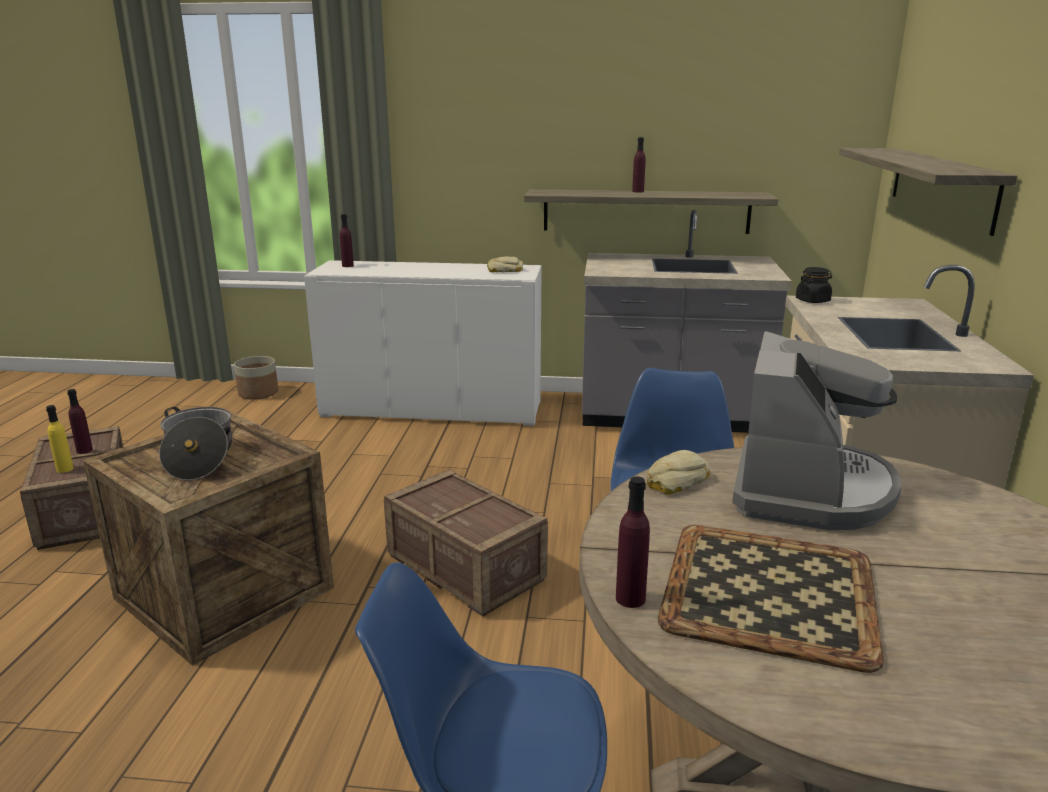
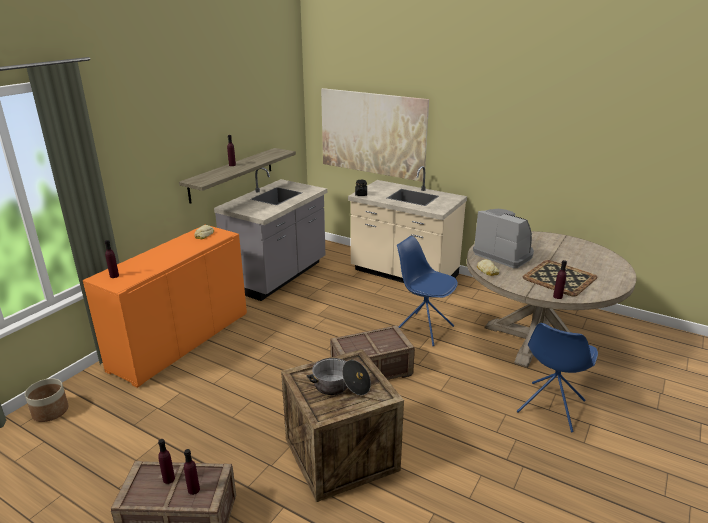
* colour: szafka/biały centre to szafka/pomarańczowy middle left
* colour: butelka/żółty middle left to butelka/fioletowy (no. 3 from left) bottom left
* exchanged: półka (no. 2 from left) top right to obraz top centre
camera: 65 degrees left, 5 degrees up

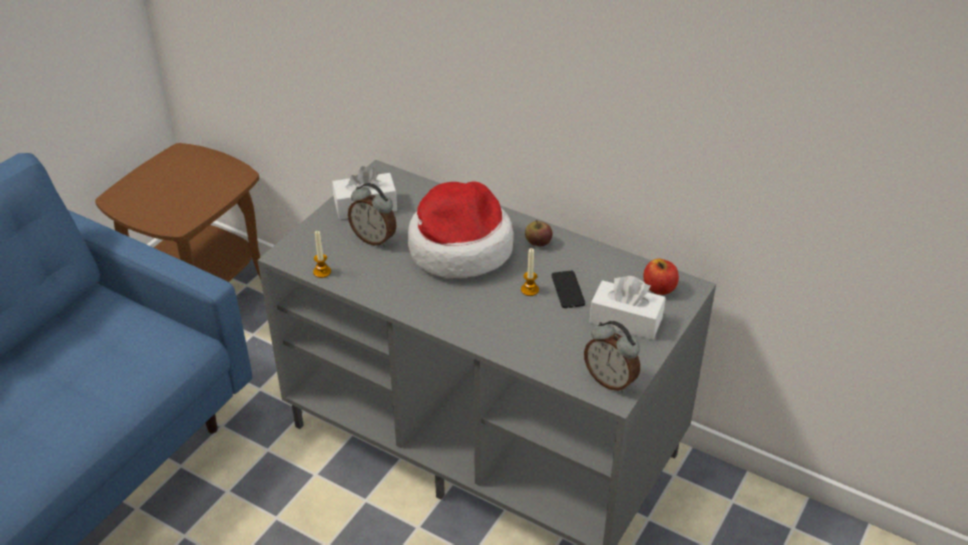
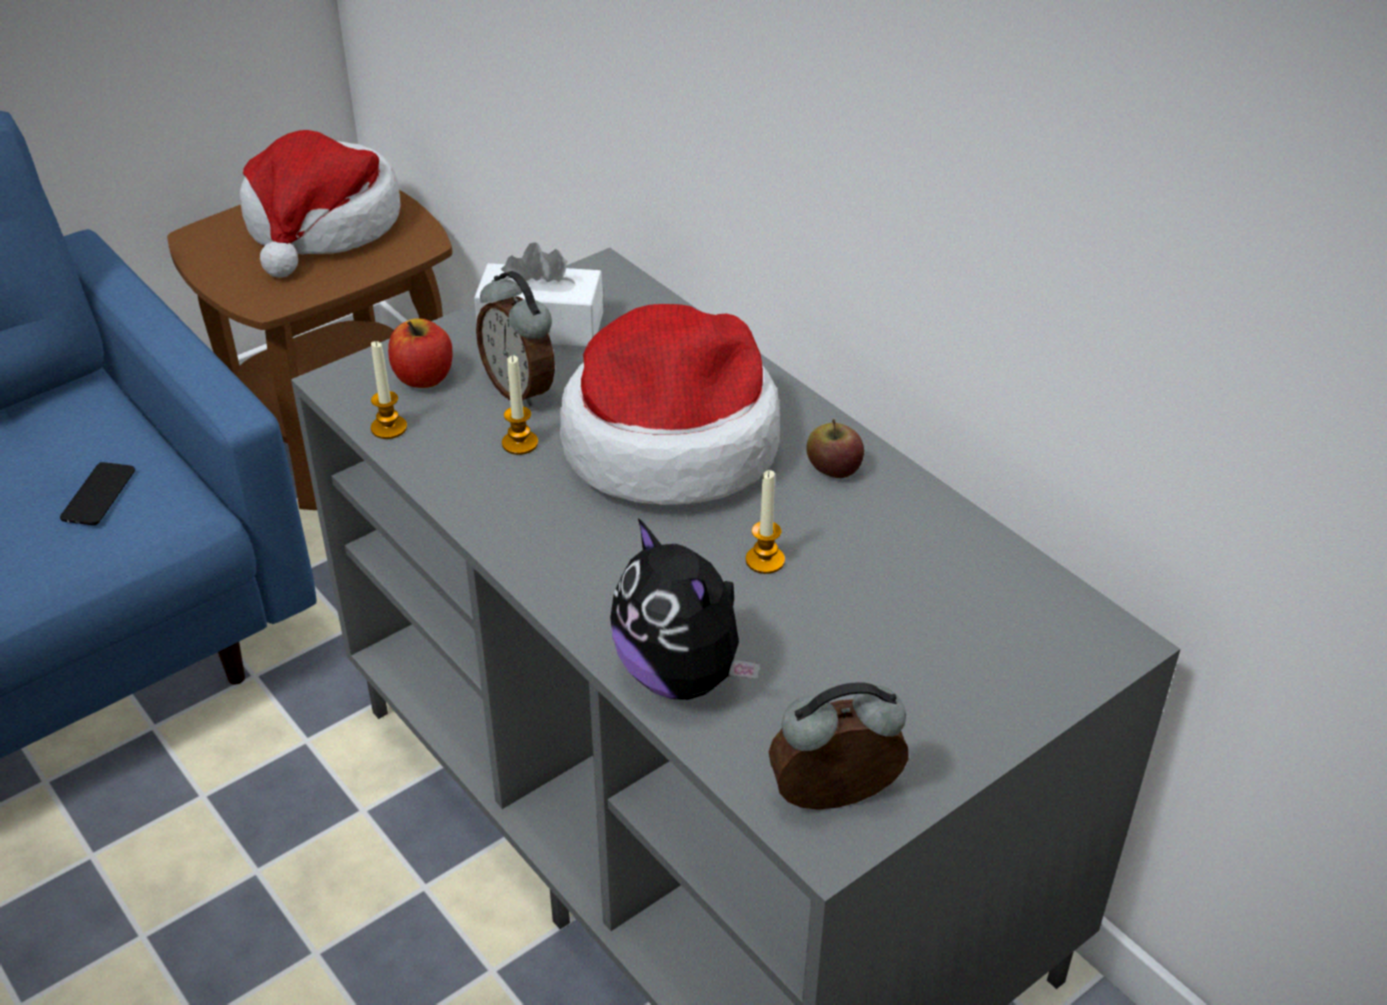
* relocated: telefon centre to middle left
* appeared: kapelusz (no. 1 from left) top left
* relocated: jabłko (no. 2 from left in the first image) middle right to jabłko (no. 1 from left) middle left
* appeared: świeca (no. 2 from left) centre
* appeared: pluszak centre
* spun: budzik (no. 2 from left) centre = bottom centre 105 degrees clockwise
* missing: pudełko chusteczek/biały (no. 2 from left) centre
camera: 20 degrees right, 0 degrees up

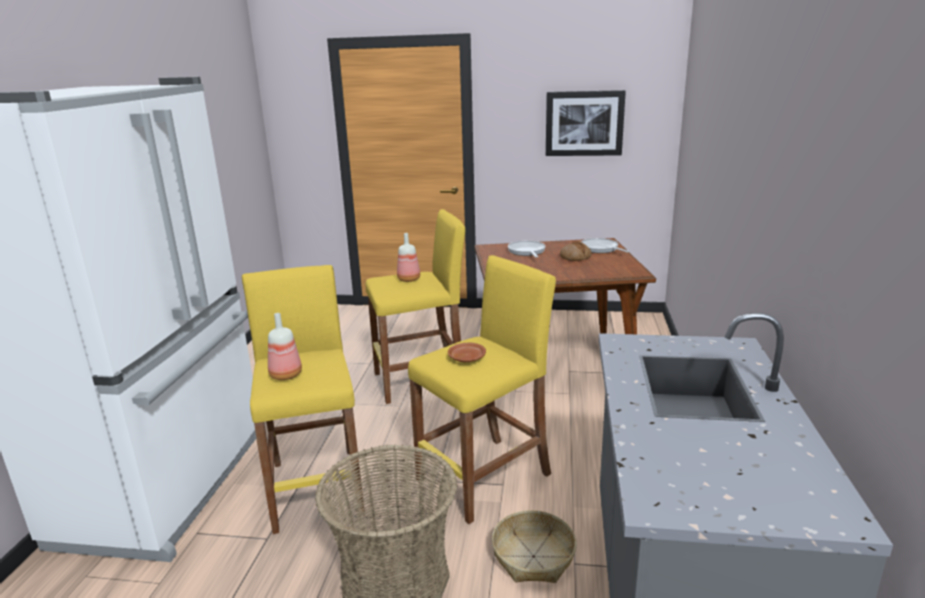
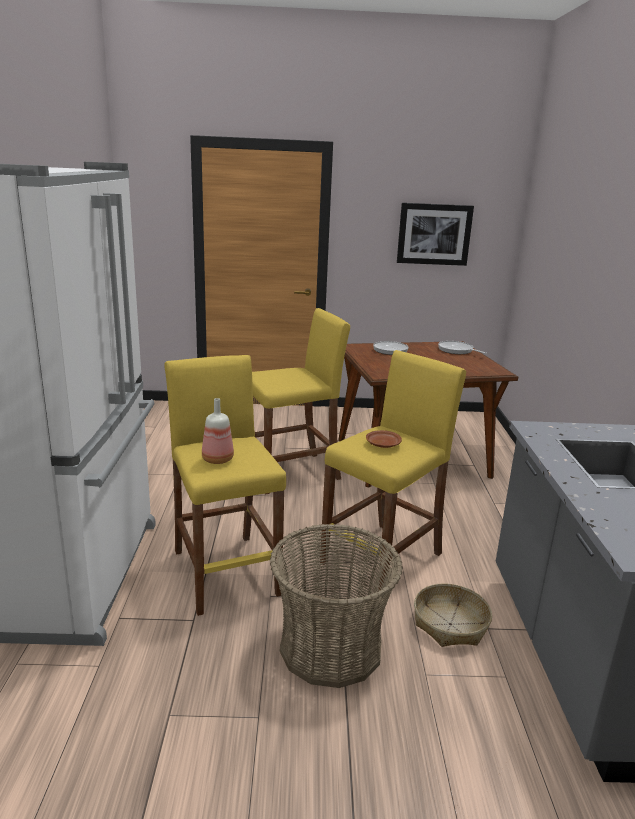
* missing: butelka (no. 2 from left) centre
* missing: chleb centre
camera: 10 degrees left, 0 degrees up

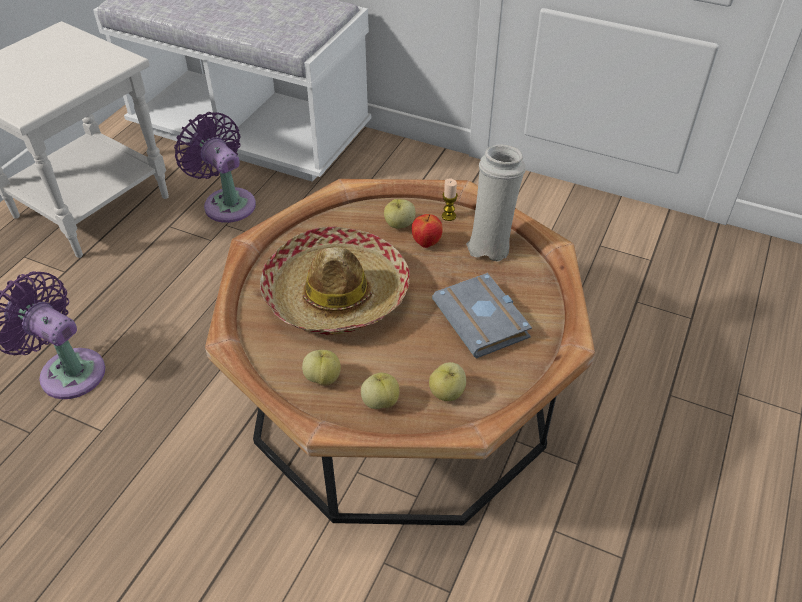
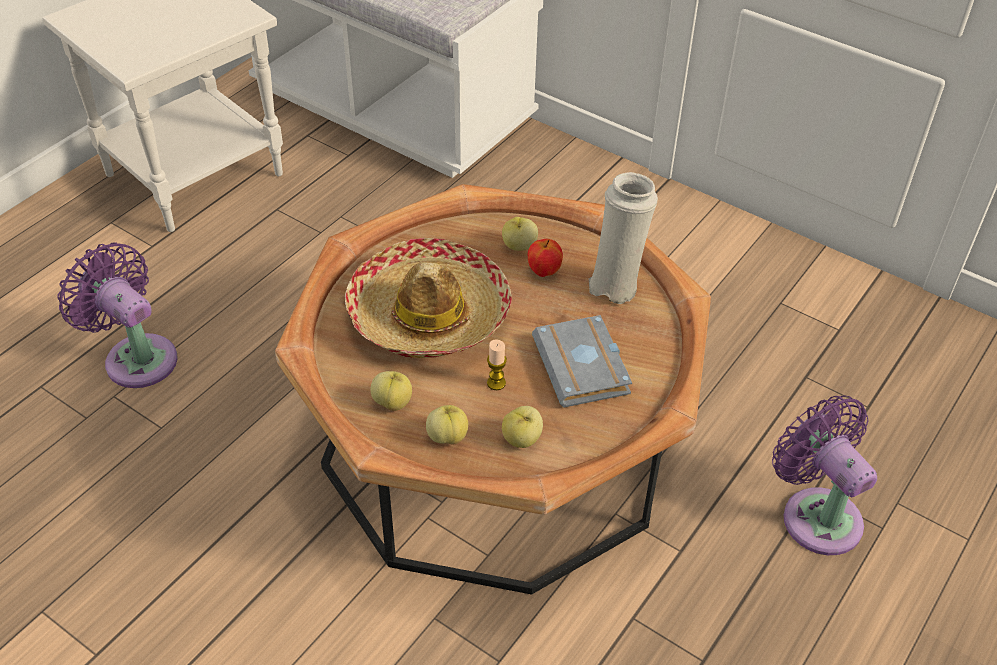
* relocated: świeca top centre to centre
* relocated: wentylator/fioletowy (no. 2 from left) top left to bottom right
camera: 10 degrees right, 0 degrees up

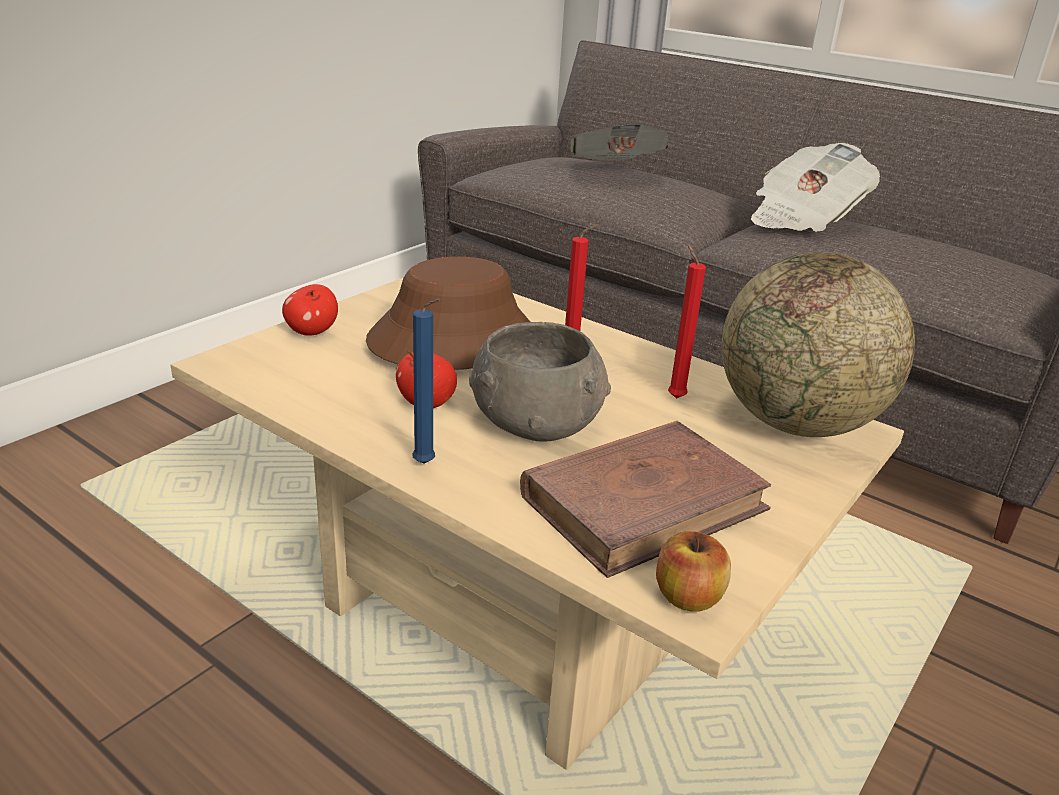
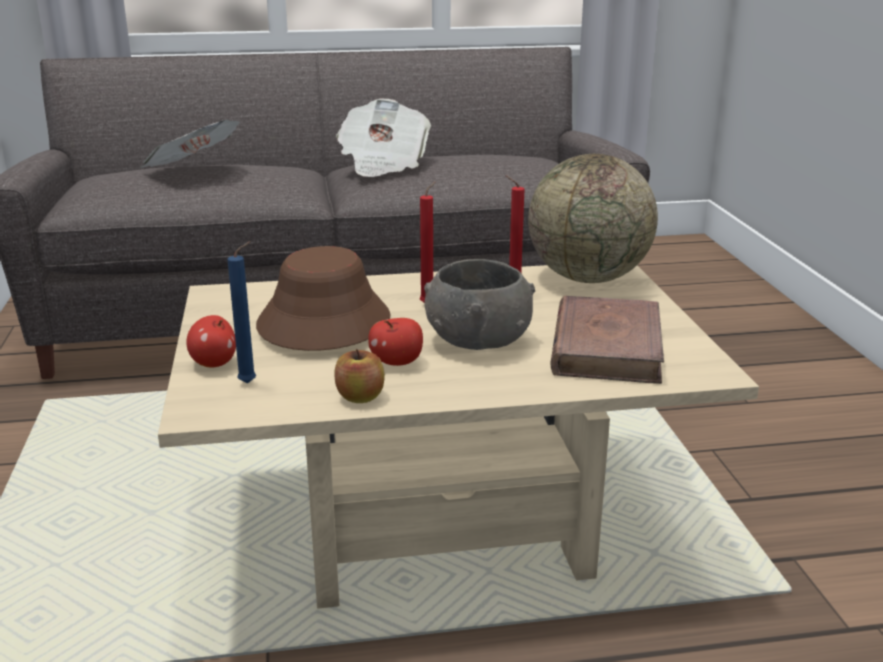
* relocated: świeca/niebieski centre to middle left
* relocated: jabłko (no. 3 from left in the first image) bottom centre to jabłko (no. 2 from left) centre
camera: 45 degrees left, 5 degrees down

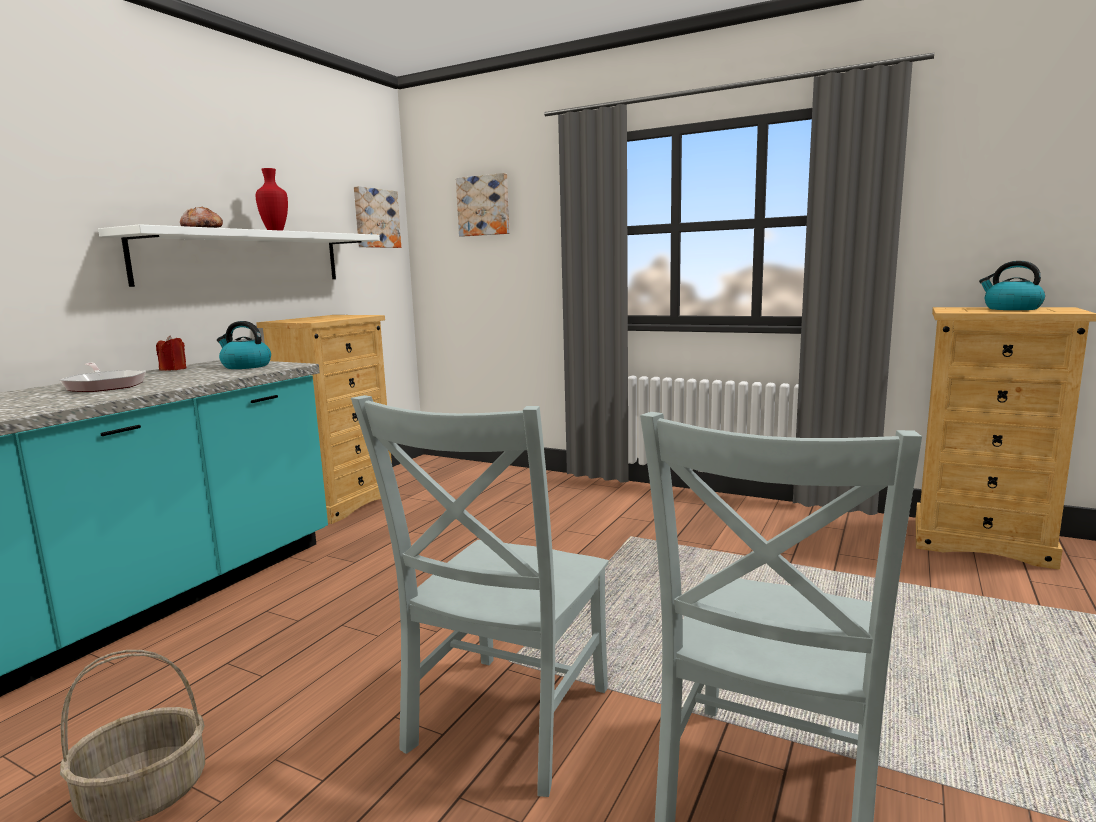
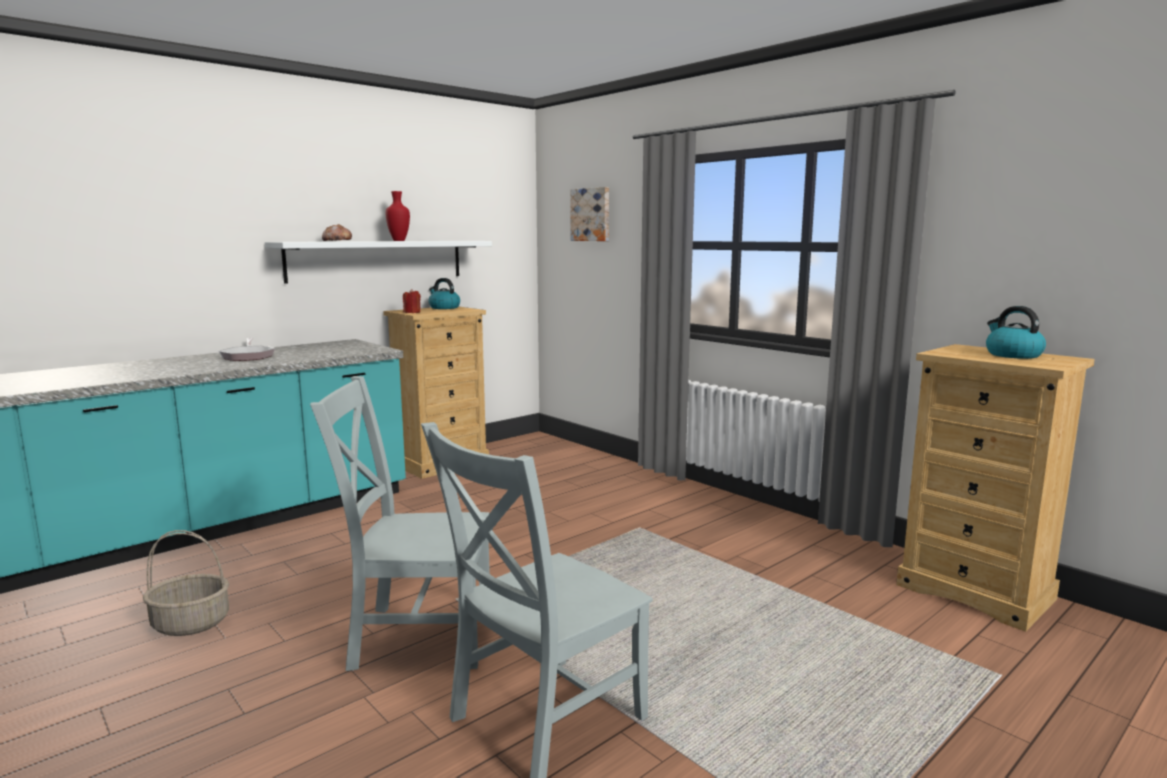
* spun: krzesło/szary (no. 1 from left) bottom centre = bottom centre 45 degrees clockwise
* relocated: świeca/czerwony middle left to centre
* relocated: czajnik (no. 1 from left) middle left to centre
* missing: obraz (no. 1 from left) top centre
camera: 20 degrees right, 0 degrees up

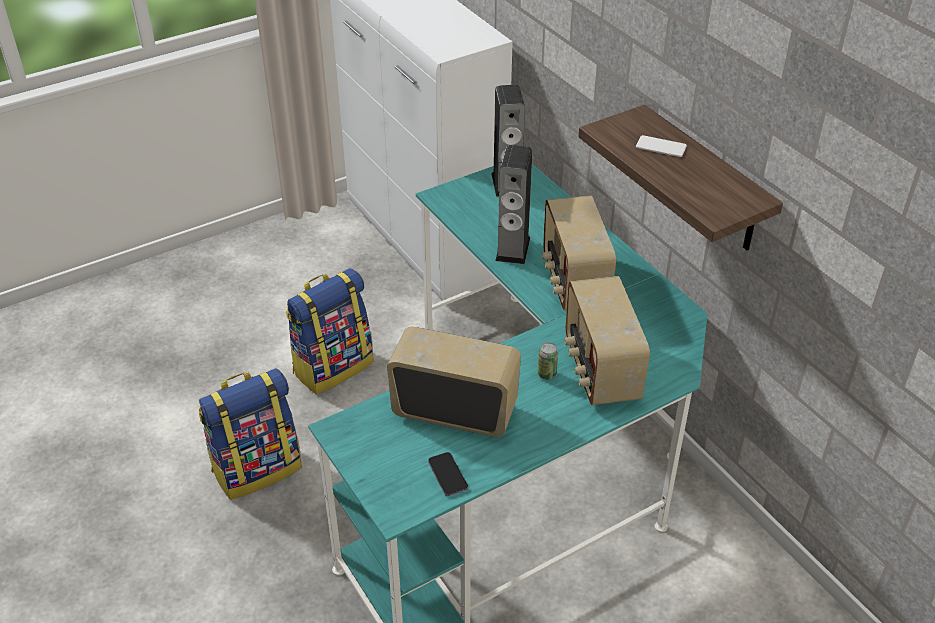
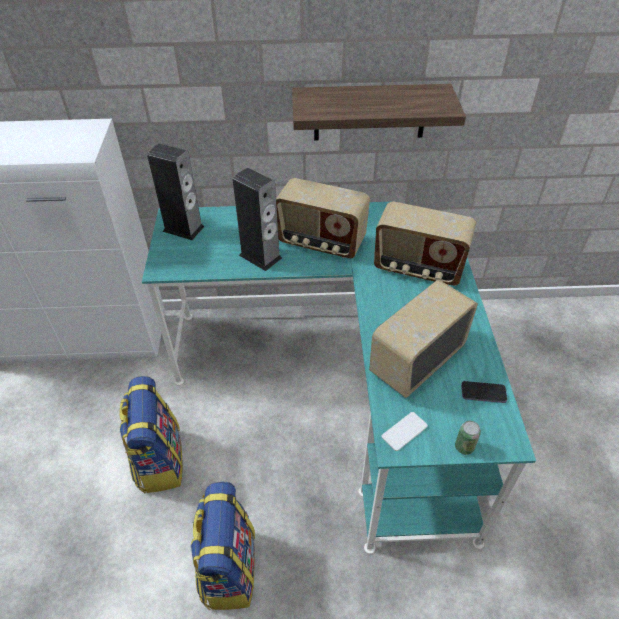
* relocated: telefon (no. 2 from left in the first image) top right to telefon (no. 1 from left) bottom centre
* relocated: puszka centre to bottom right
camera: 60 degrees left, 5 degrees up

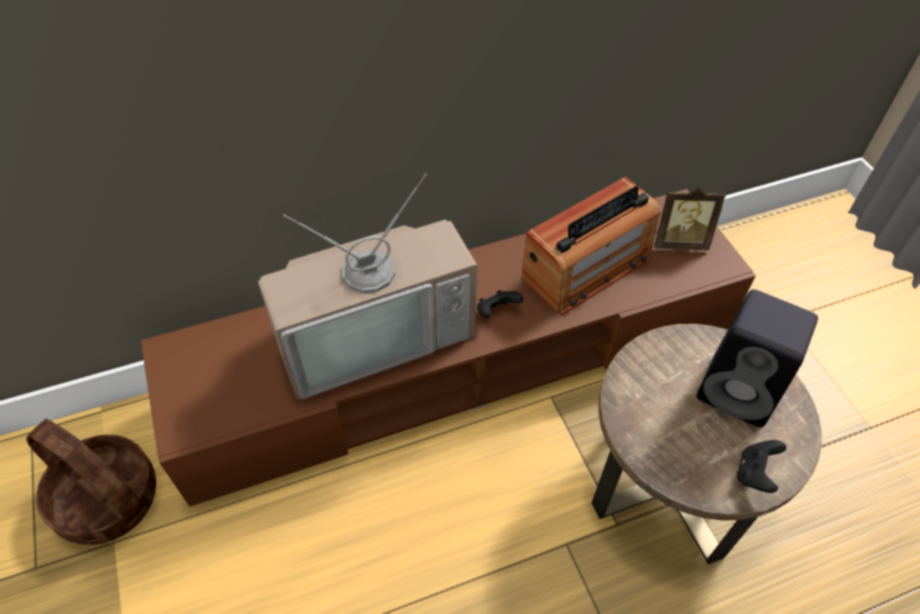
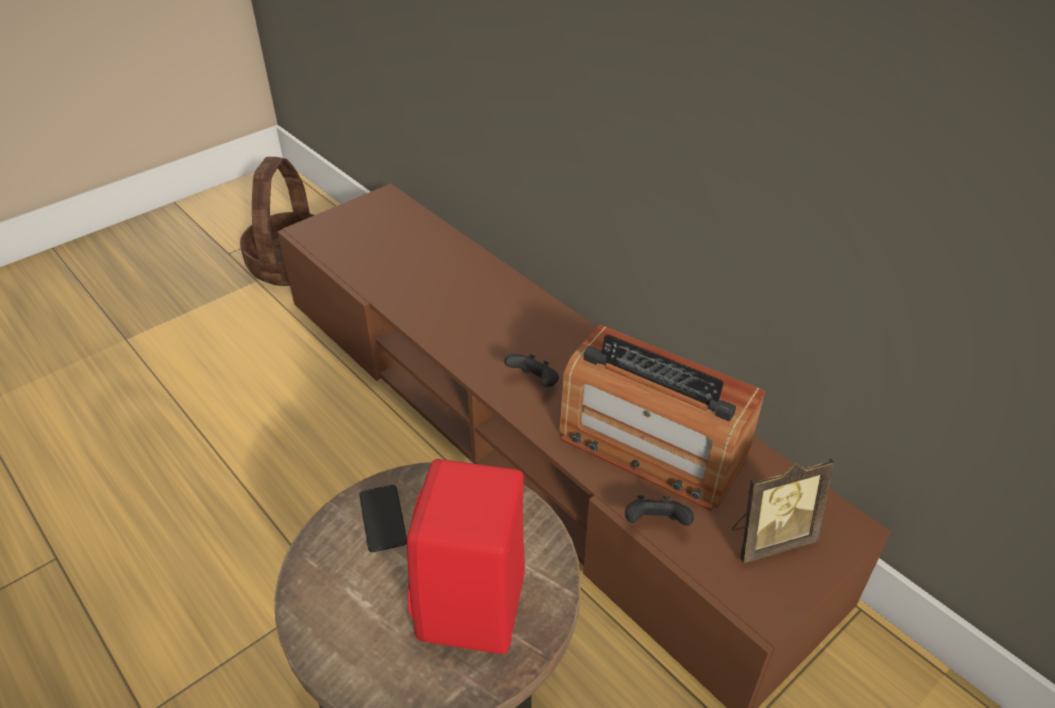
* appeared: telefon bottom centre
* colour: głośnik/czarny middle right to głośnik/czerwony bottom centre
* relocated: pad do gier/czarny (no. 2 from left) bottom right to bottom centre
* spun: ramka na zdjęcie middle right = bottom right 90 degrees counterclockwise
* missing: telewizor centre
camera: 70 degrees right, 10 degrees down

